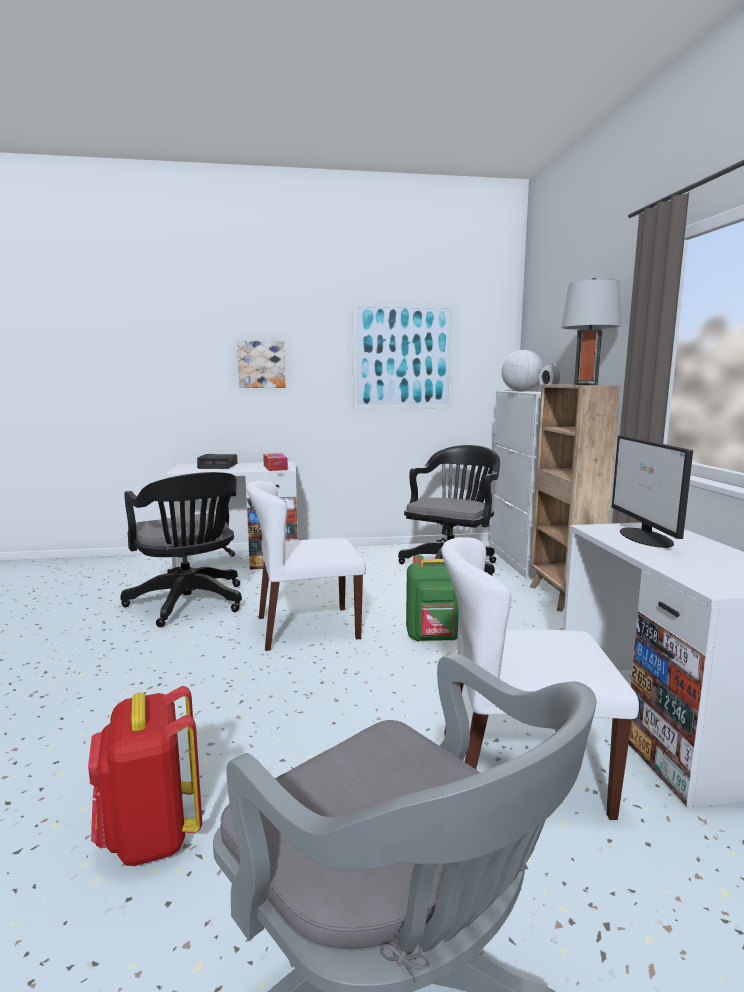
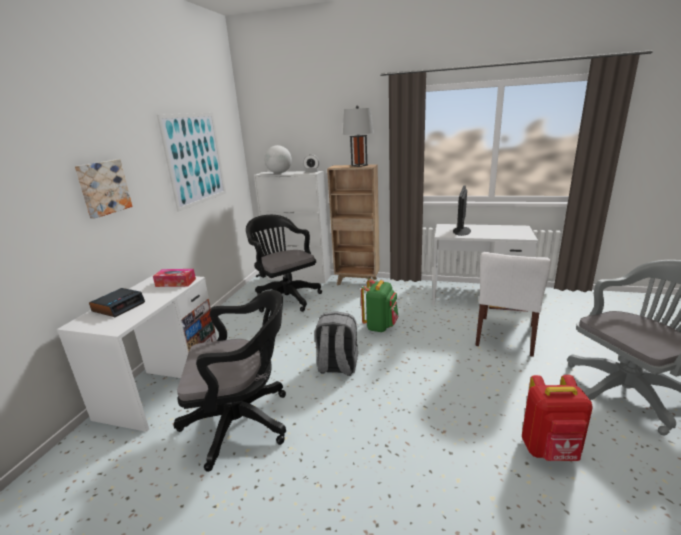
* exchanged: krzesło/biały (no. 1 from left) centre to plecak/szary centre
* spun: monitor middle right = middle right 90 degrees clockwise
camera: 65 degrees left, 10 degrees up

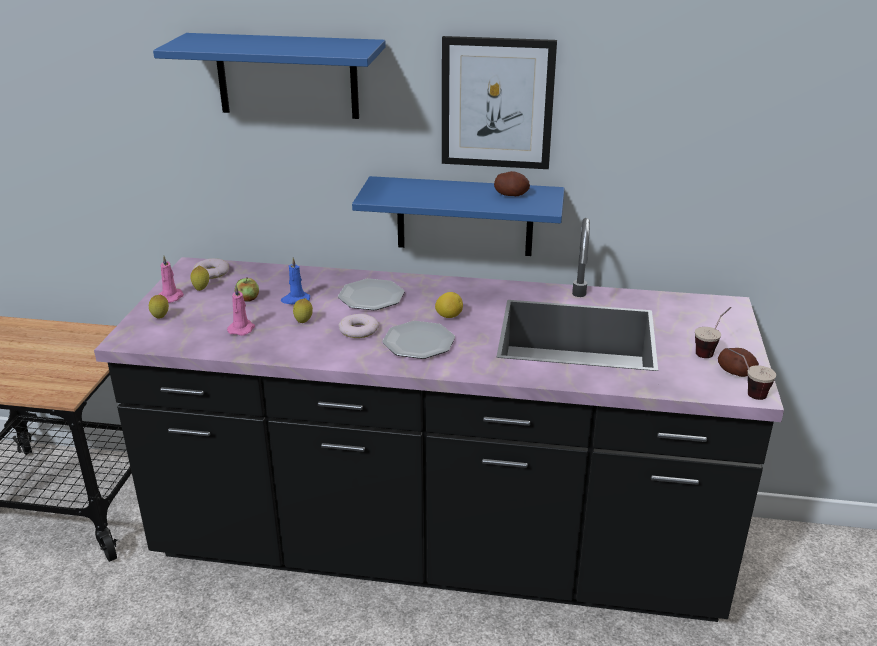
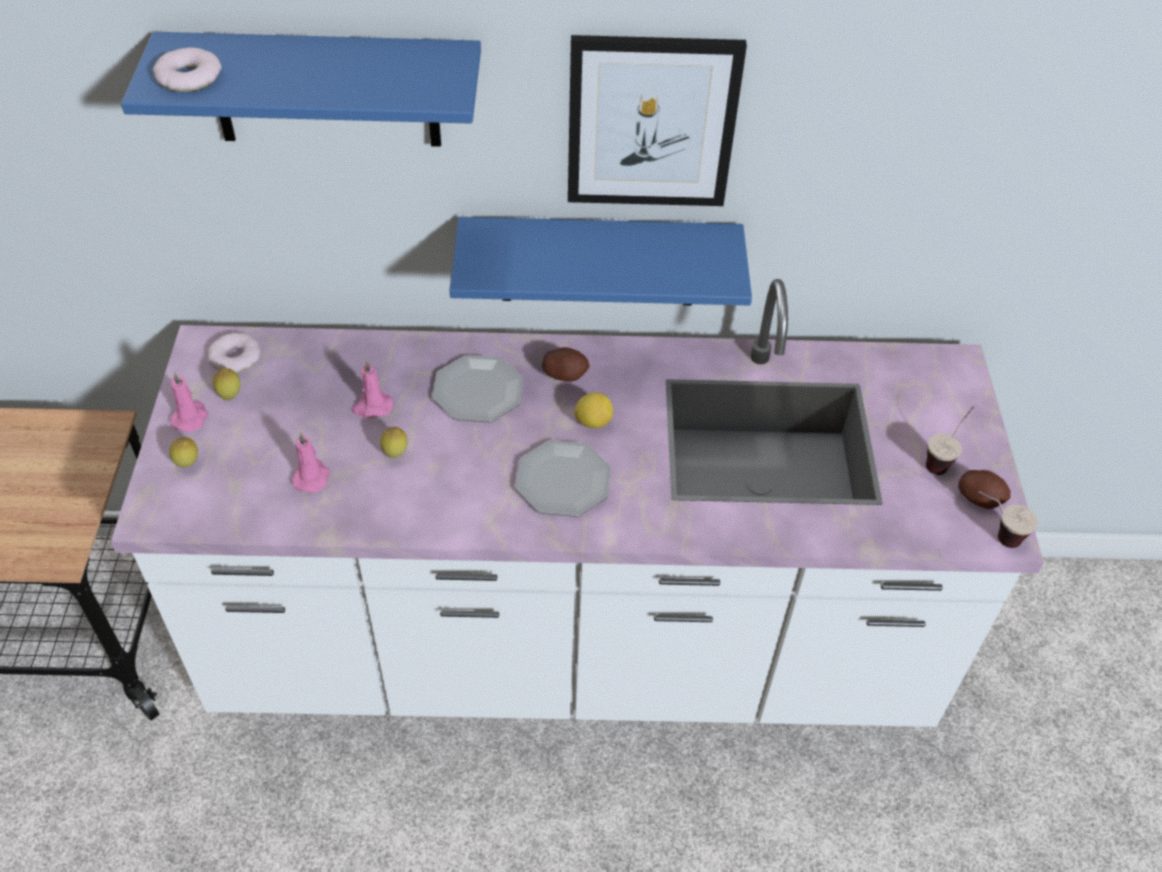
* colour: zabudowa kuchenna/czarny centre to zabudowa kuchenna/biały centre
* relocated: donut (no. 2 from left in the first image) centre to donut (no. 1 from left) top left
* colour: świeca/niebieski centre to świeca/różowy (no. 3 from left) middle left
* relocated: ziemniak (no. 1 from left) top centre to centre
* missing: jabłko middle left
camera: 10 degrees left, 20 degrees up

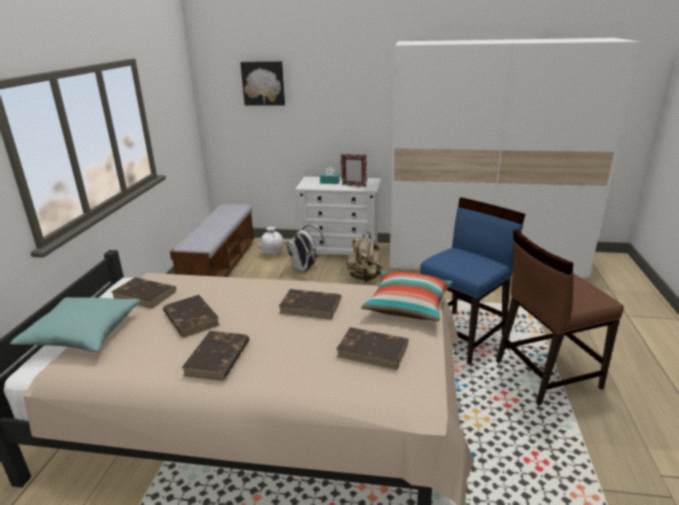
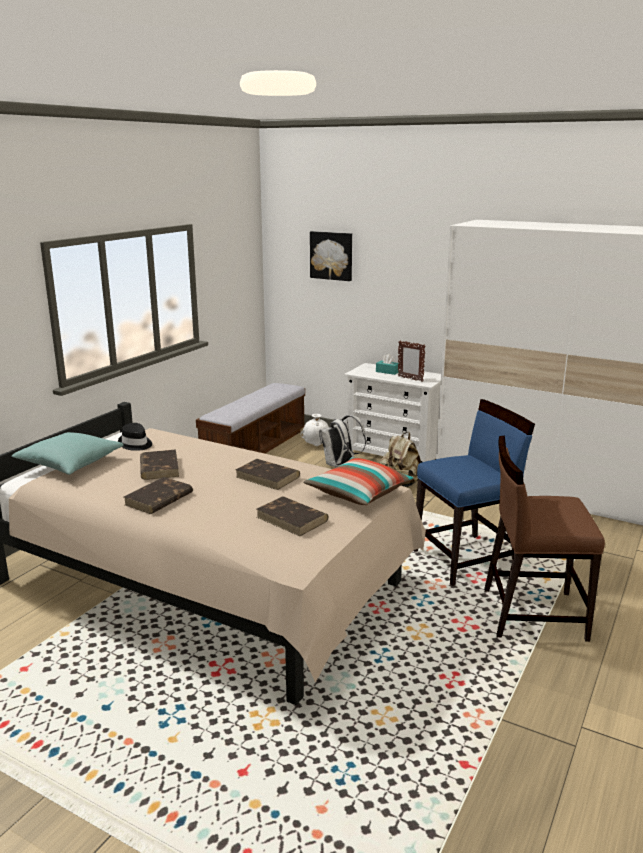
* exchanged: książka/brązowy (no. 1 from left) middle left to kapelusz/czarny middle left
camera: 20 degrees right, 5 degrees down

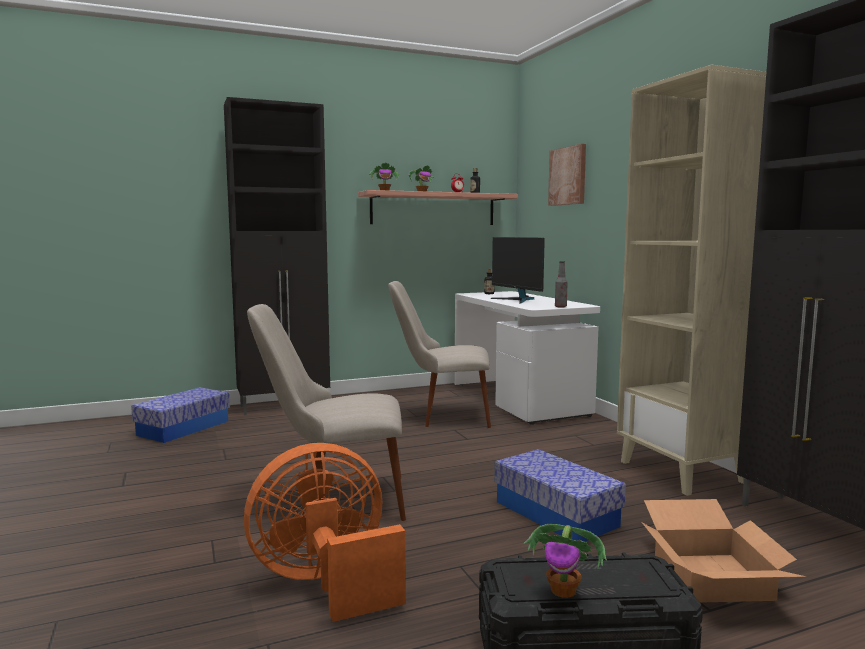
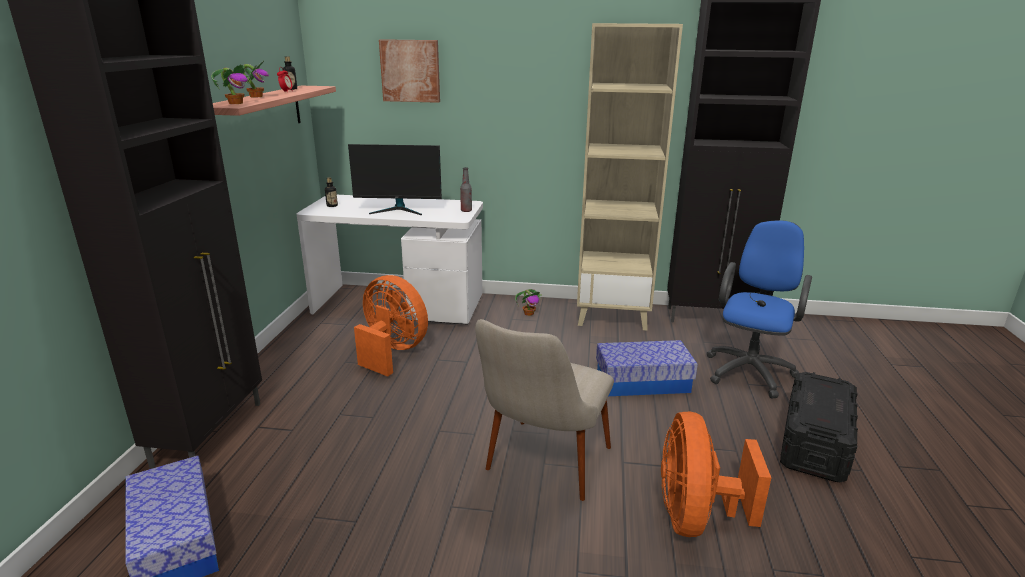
* exchanged: krzesło/beżowy (no. 2 from left) centre to wentylator/pomarańczowy (no. 1 from left) centre
* relocated: roślina doniczkowa (no. 3 from left) bottom centre to centre
* exchanged: karton bottom right to krzesło biurowe/niebieski middle right
camera: 60 degrees left, 15 degrees up

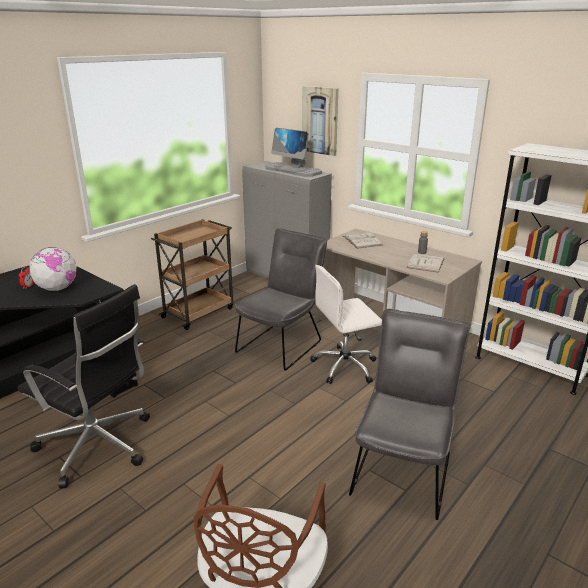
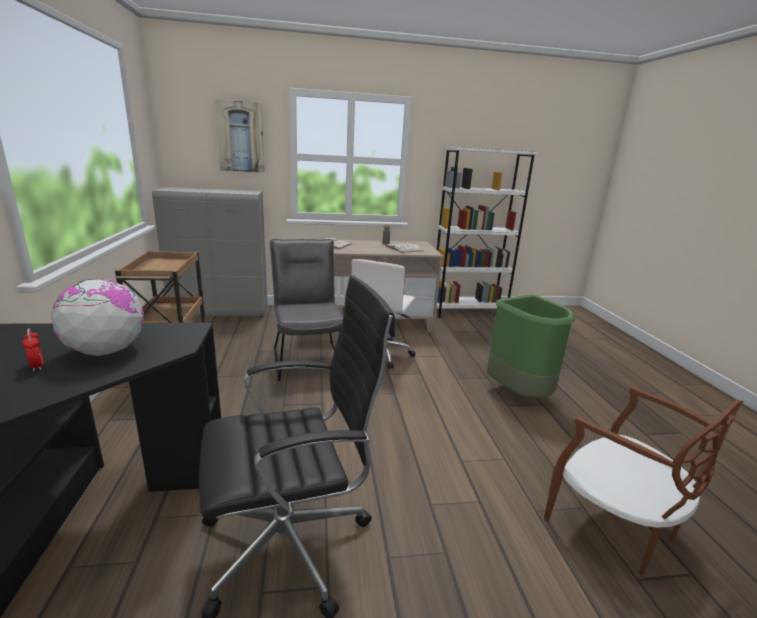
* exchanged: krzesło/szary (no. 2 from left) bottom right to kosz na śmieci/zielony middle right
* missing: monitor top centre
camera: 50 degrees left, 5 degrees down

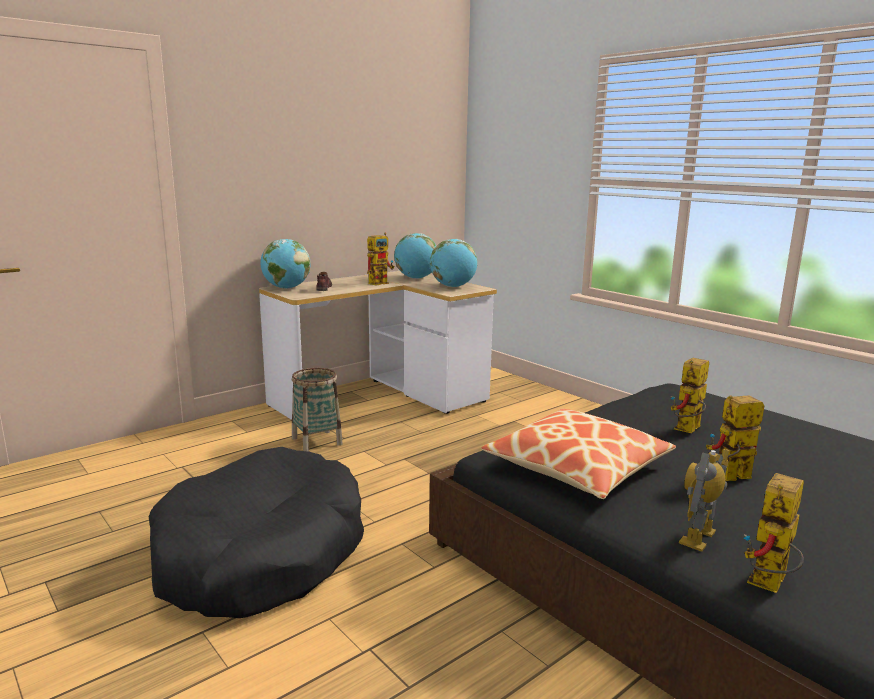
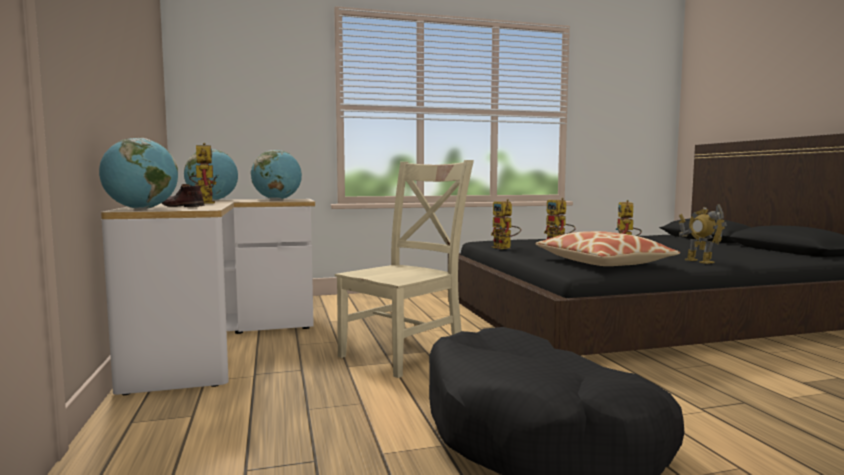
* appeared: krzesło/beżowy centre
* relocated: robot zabawkowy (no. 5 from left in the first image) bottom right to robot zabawkowy (no. 2 from left) centre
* missing: koszyk centre
camera: 65 degrees left, 10 degrees down

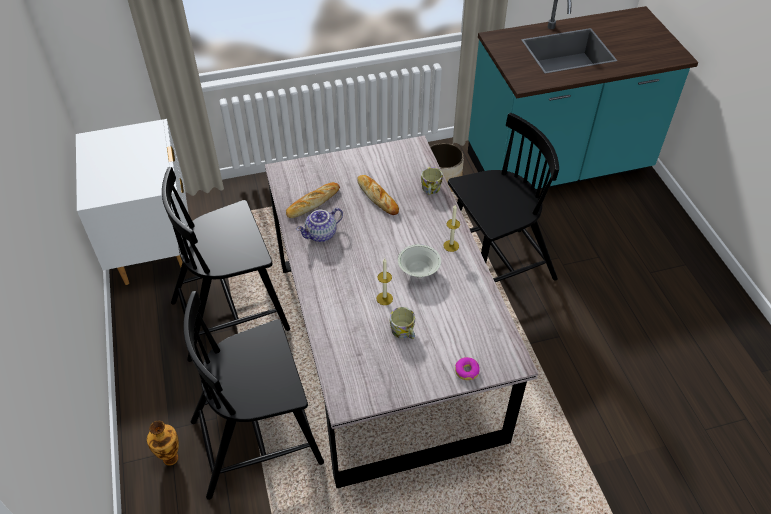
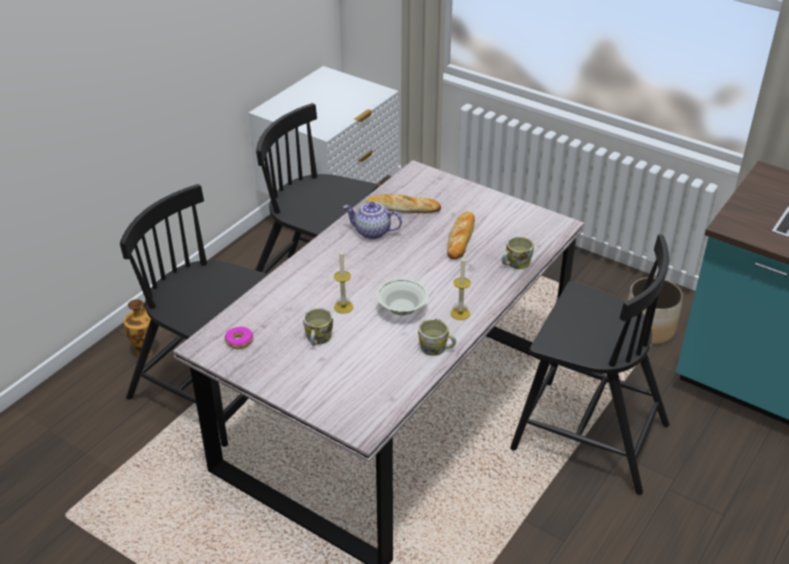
* relocated: donut bottom centre to middle left
* appeared: kubek (no. 2 from left) centre
camera: 50 degrees right, 10 degrees down

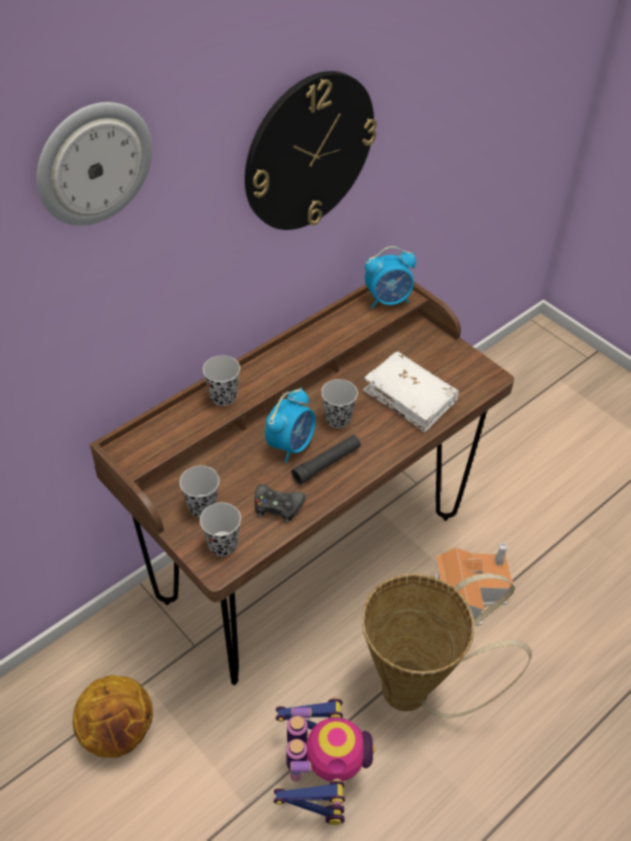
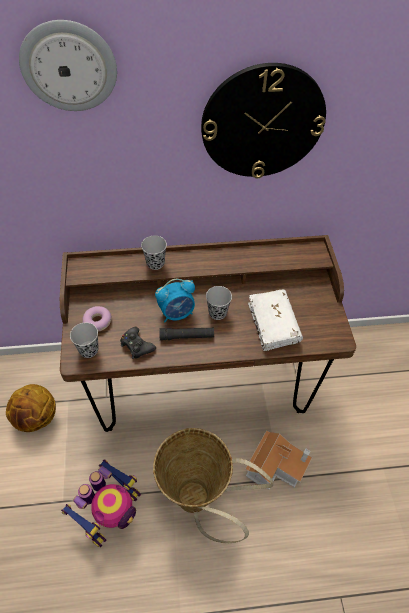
* exchanged: filiżanka/czarny (no. 1 from left) middle left to donut middle left
* missing: budzik (no. 2 from left) top centre
camera: 35 degrees right, 5 degrees up

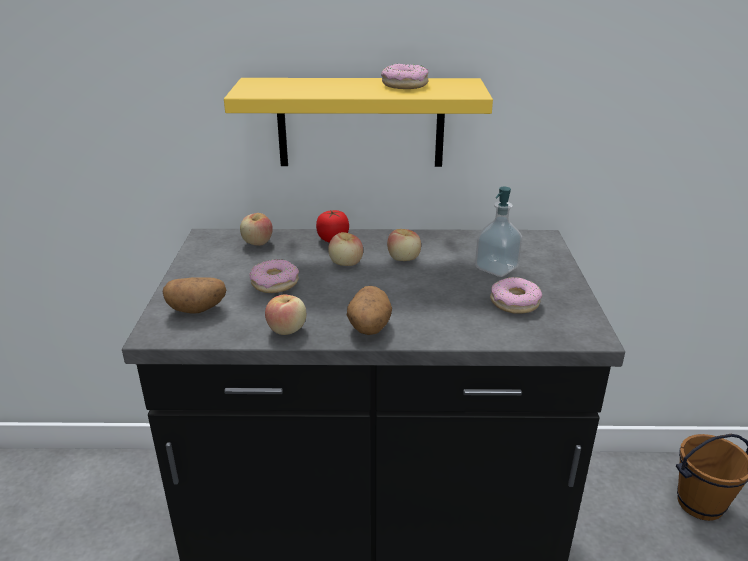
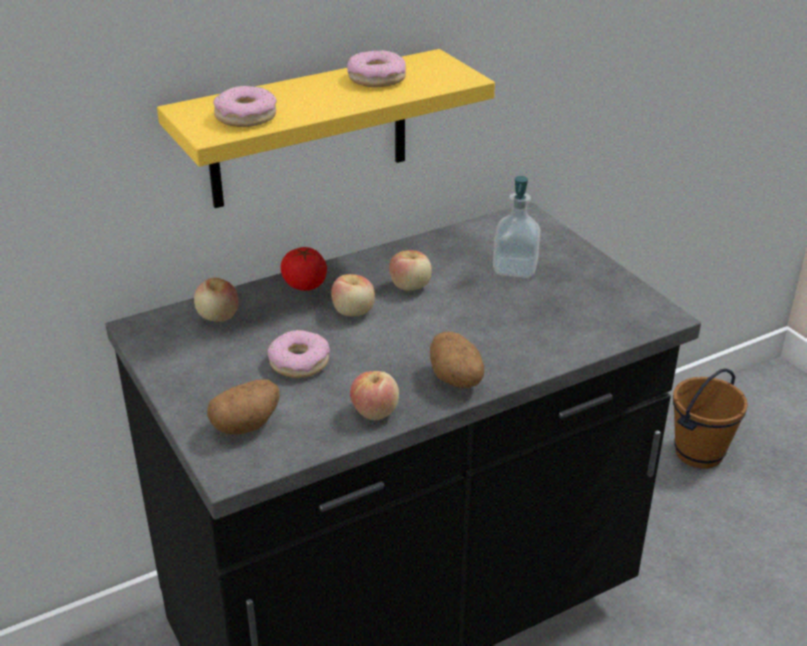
* relocated: donut (no. 3 from left in the first image) middle right to donut (no. 1 from left) top left
camera: 30 degrees left, 5 degrees up

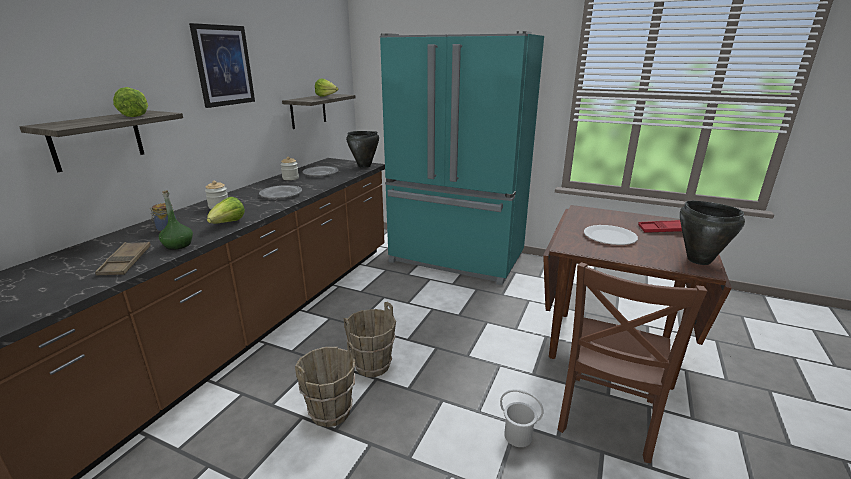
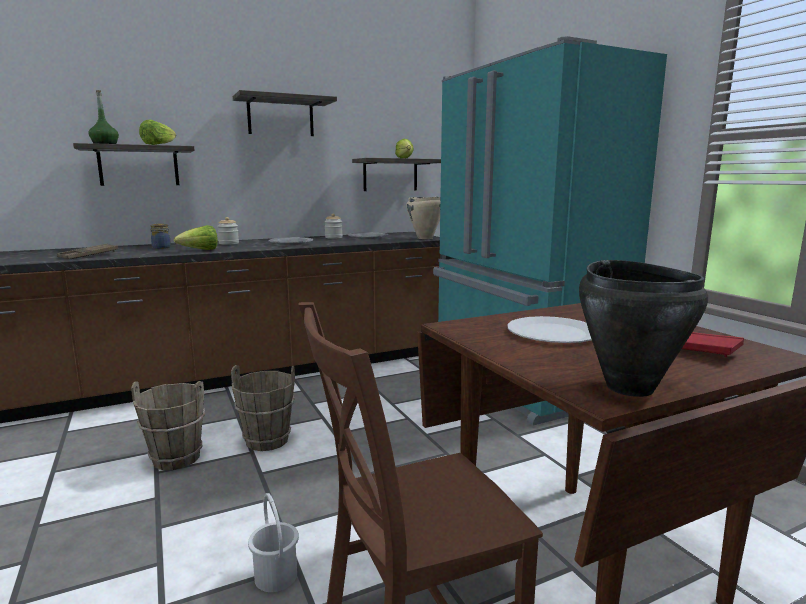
* relocated: butelka/zielony middle left to top left
* exchanged: obraz top left to półka (no. 2 from left) top centre
* colour: garnek/czarny (no. 1 from left) top centre to garnek/beżowy centre
camera: 40 degrees right, 10 degrees down

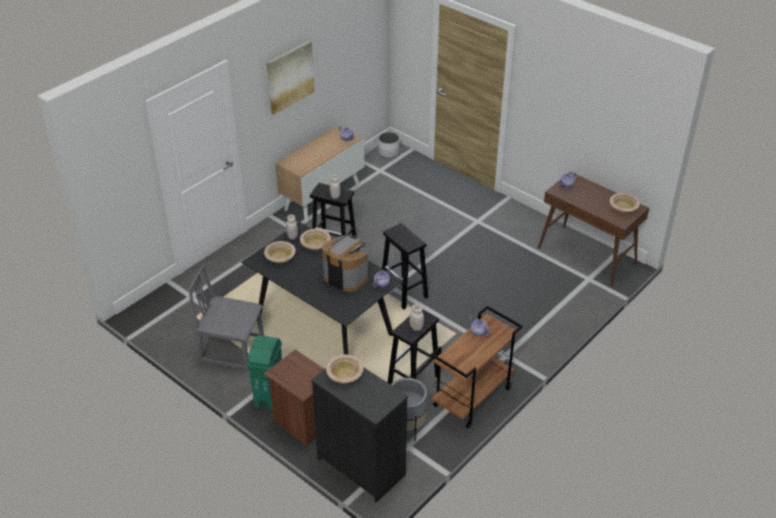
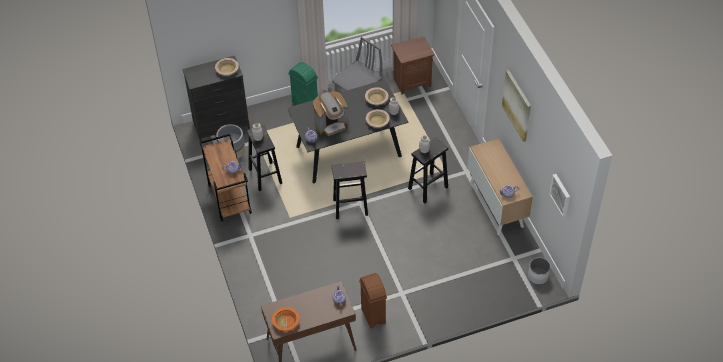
* colour: miska/beżowy (no. 4 from left) middle right to miska/pomarańczowy bottom centre
* appeared: kosz na śmieci/brązowy bottom centre
* relocated: szafka nocna/brązowy bottom centre to top centre
* appeared: obraz (no. 2 from left) middle right
camera: 120 degrees right, 10 degrees up

